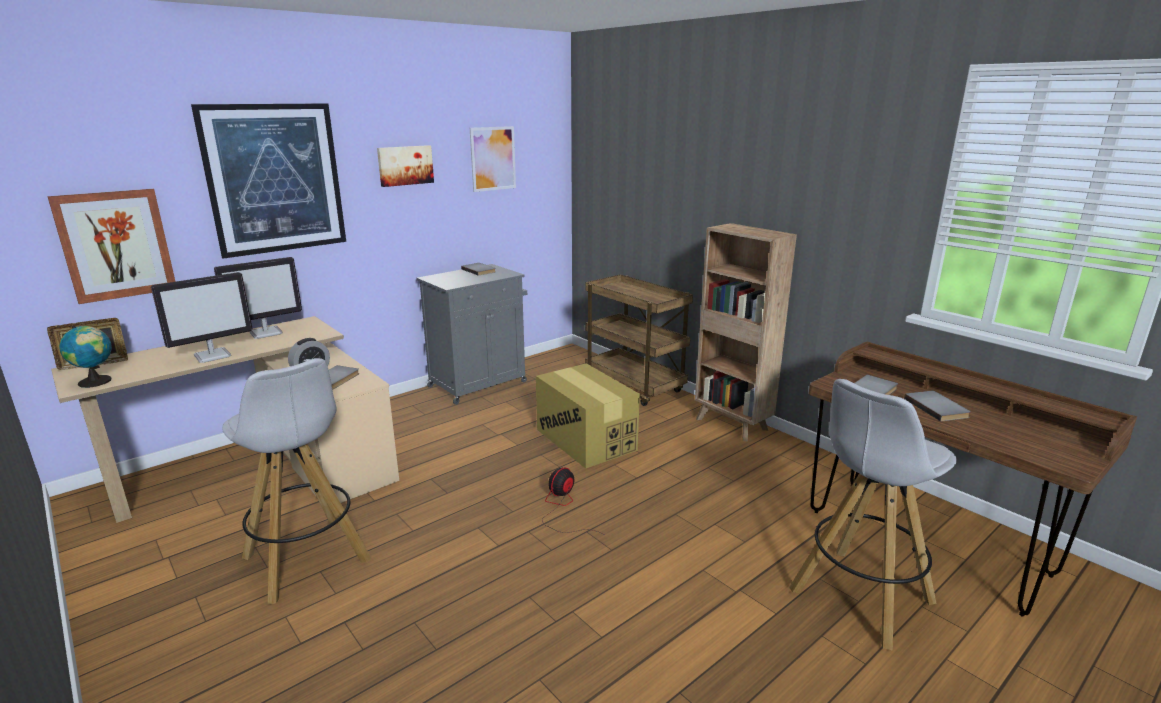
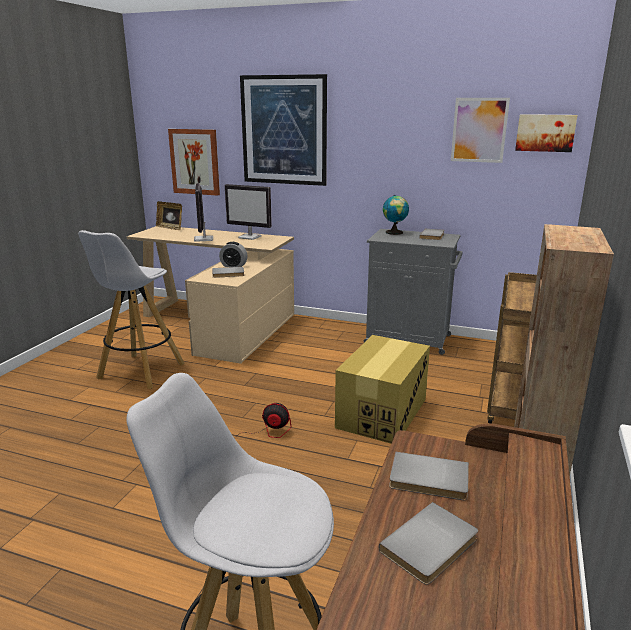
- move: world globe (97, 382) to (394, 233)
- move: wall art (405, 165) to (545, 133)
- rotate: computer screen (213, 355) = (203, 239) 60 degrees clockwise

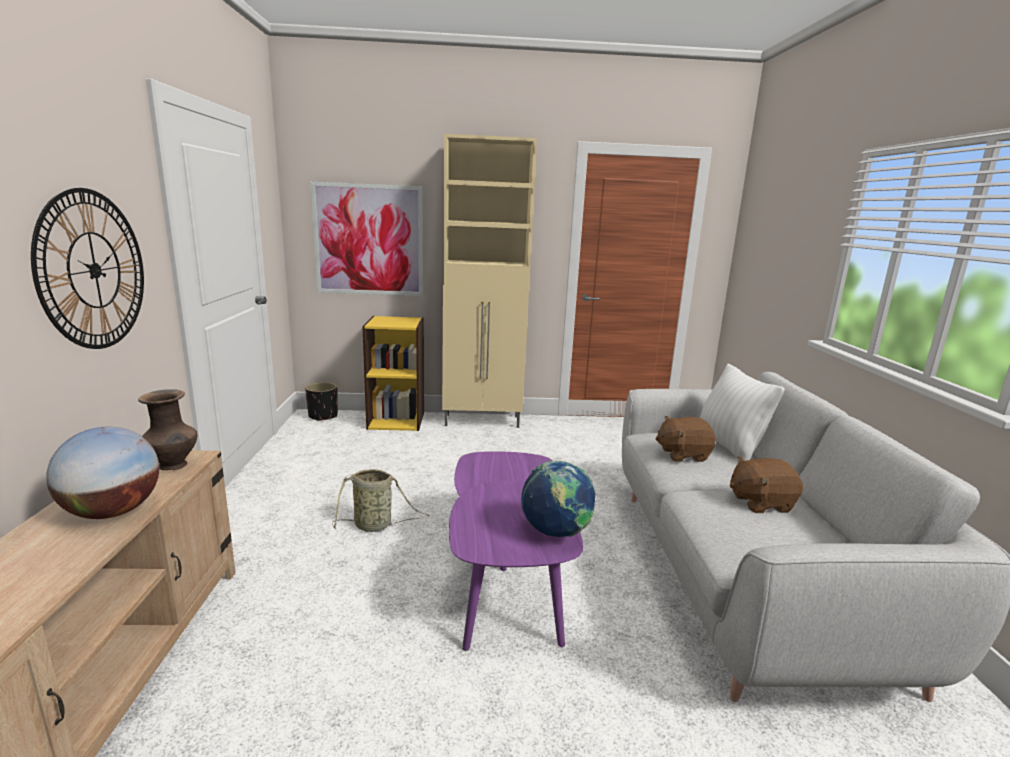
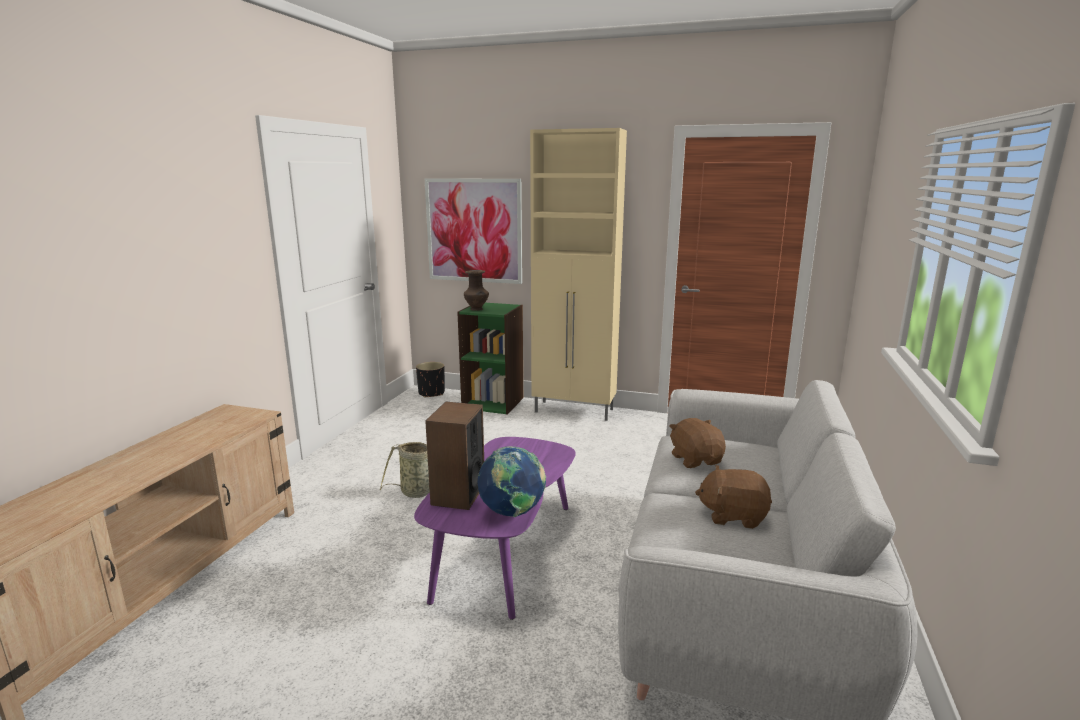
- delete: clock on the wall (94, 270)
- delete: world globe (113, 512)
- delete: pillow/white (728, 446)
- insert: audio speaker (458, 494)
- move: flower vase/brownish (174, 466) to (477, 309)
- recolor: bookshelf/yellowish (396, 420) to bookshelf/greenish (493, 403)
- rotate: plush toy/brownish (683, 454) = (696, 460) 60 degrees clockwise

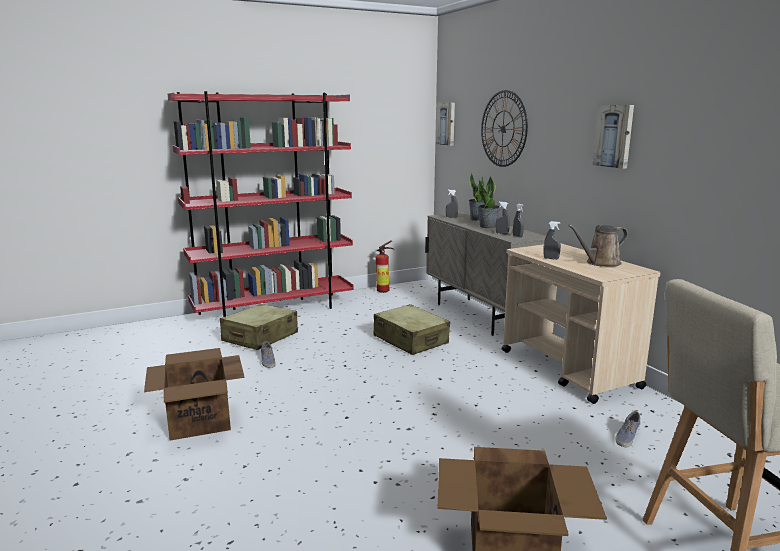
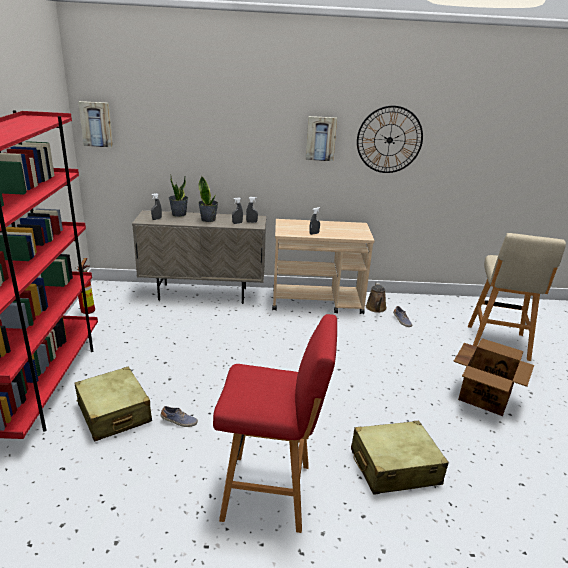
- move: suitcase/beige-coloured (410, 340) to (394, 467)
- move: clock on the wall (503, 129) to (389, 140)
- move: watering pot/brownish (600, 263) to (376, 308)
- replace: carton (199, 421) to stool/reddish (271, 492)

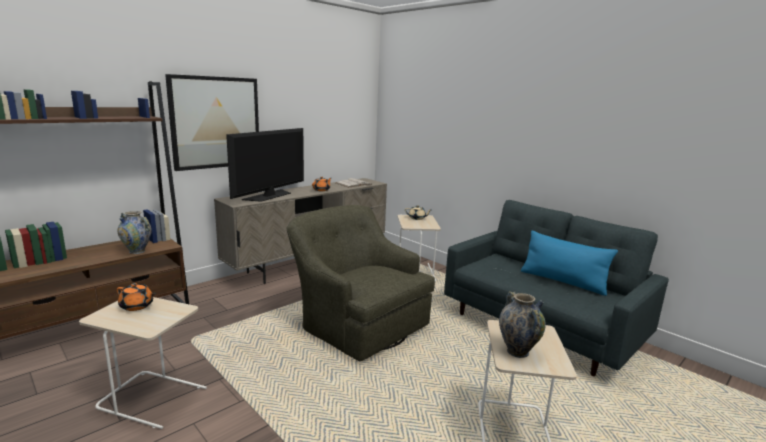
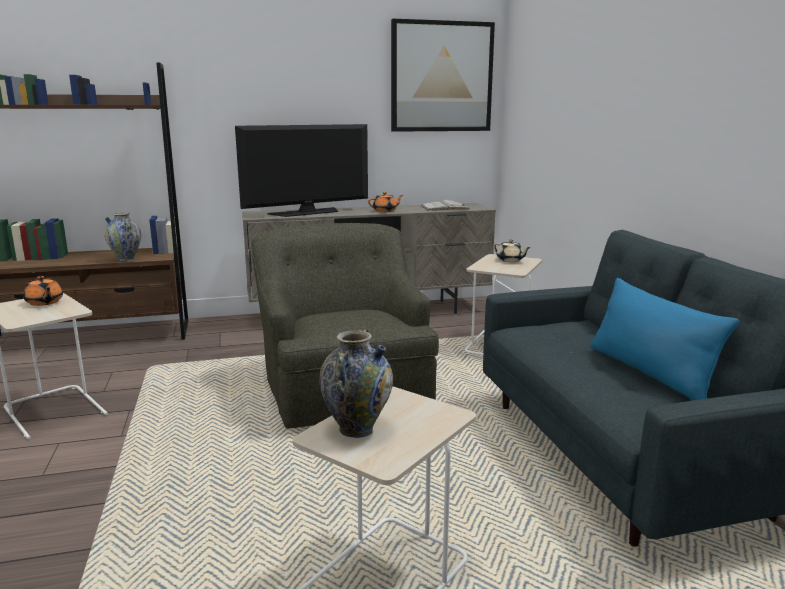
- move: wall art (215, 122) to (441, 77)

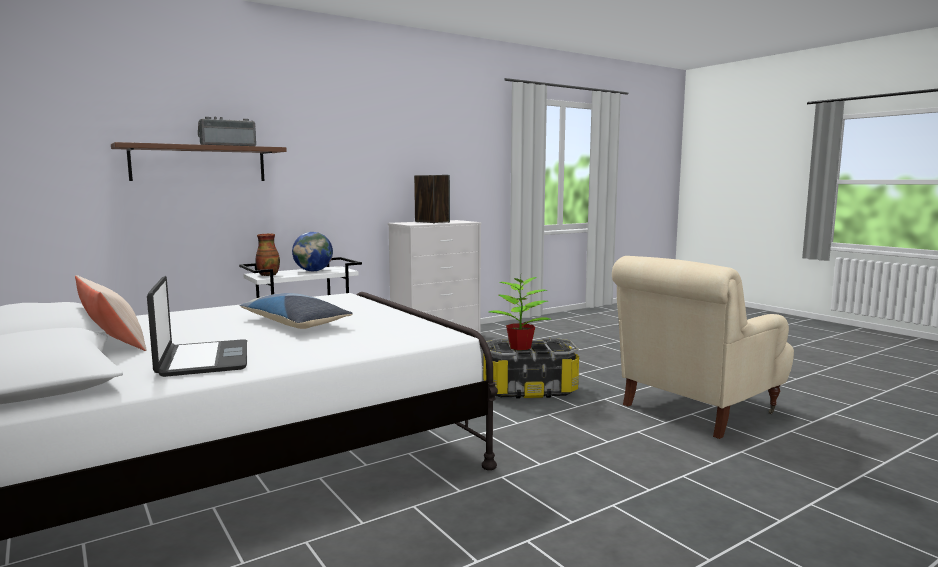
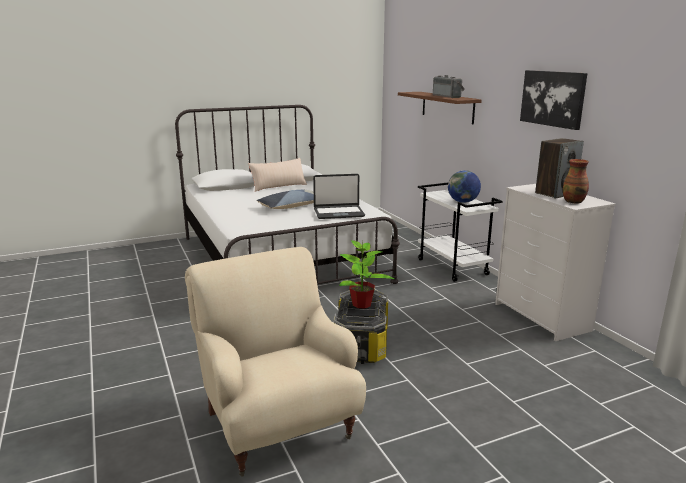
- insert: wall art (553, 98)
- move: portable computer (202, 360) to (338, 213)
- move: flower vase (268, 275) to (574, 202)

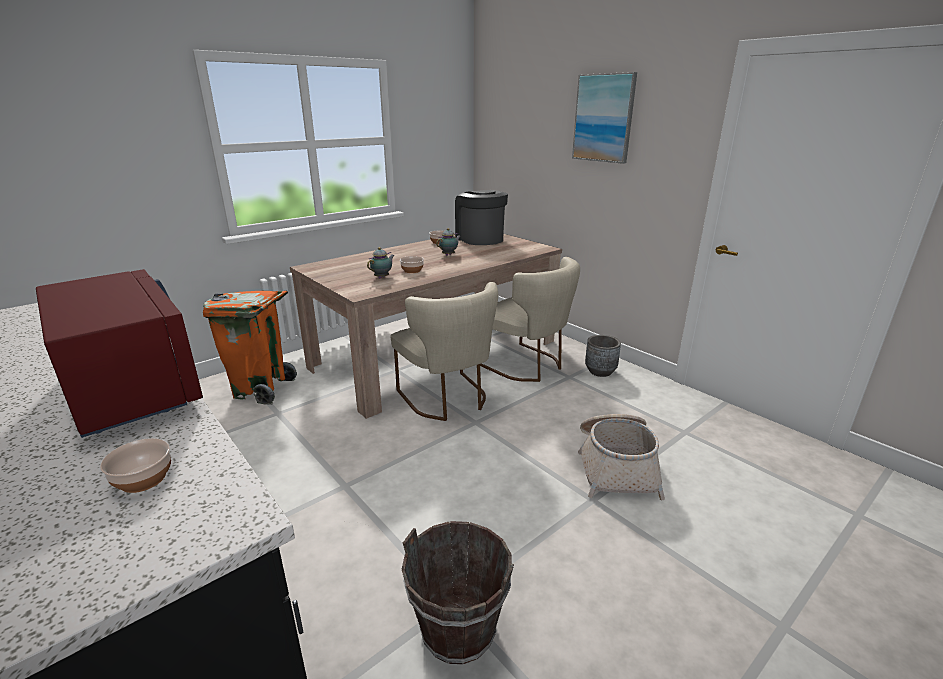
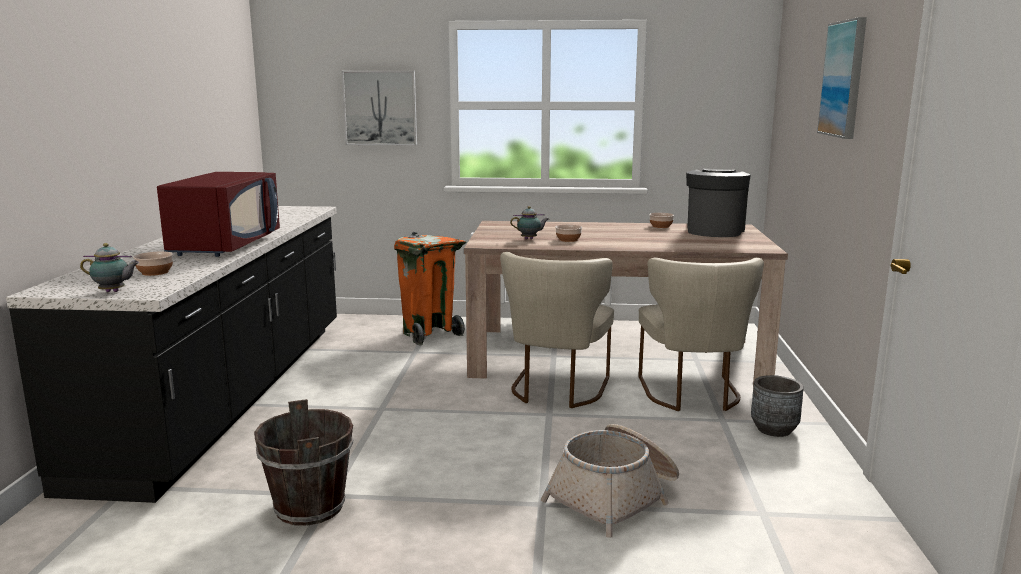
- insert: wall art (380, 108)
- move: teapot (449, 255) to (114, 292)

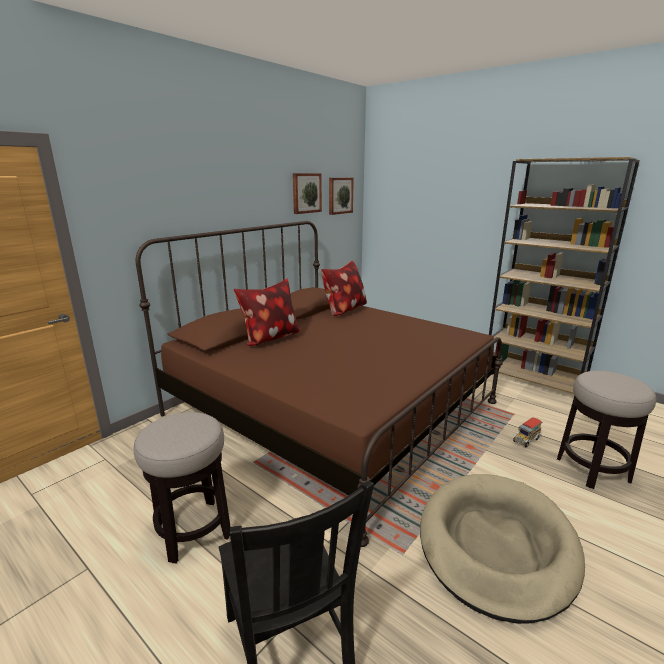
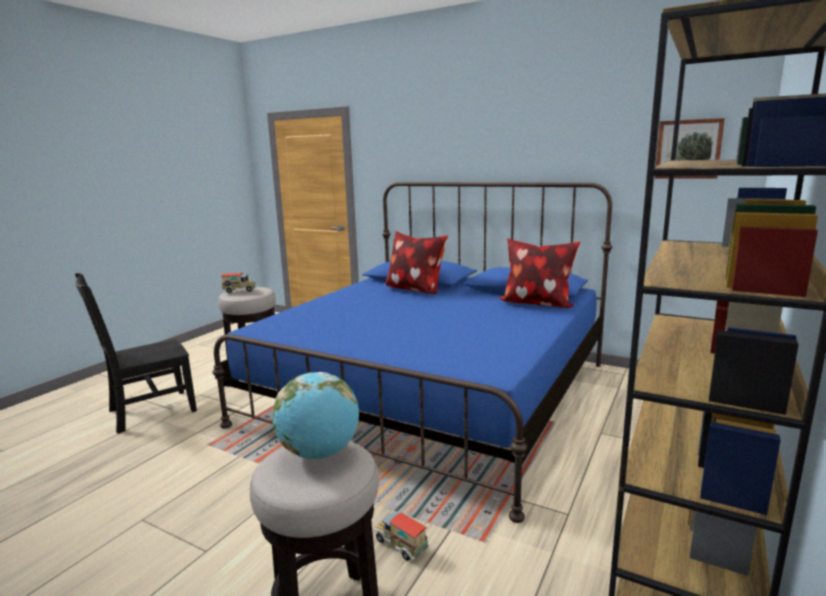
- delete: wall art (306, 193)
- delete: dog cushion/beige-coloured (496, 545)
- insert: toy lorry (239, 291)
- insert: world globe (320, 453)
- recolor: bedroom bed/brownish (331, 408) to bedroom bed/bluish (431, 393)

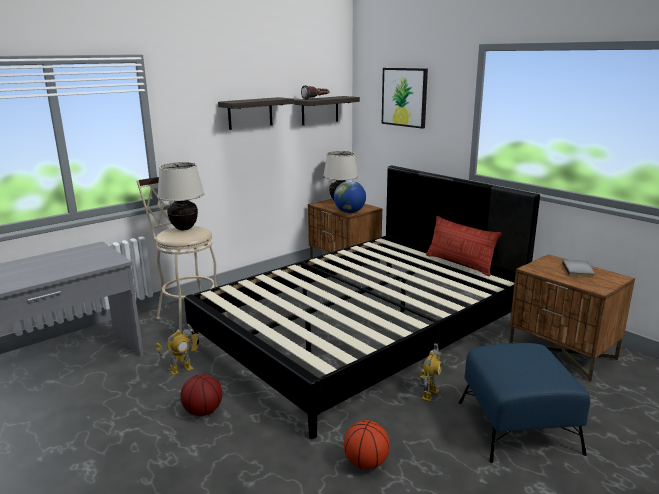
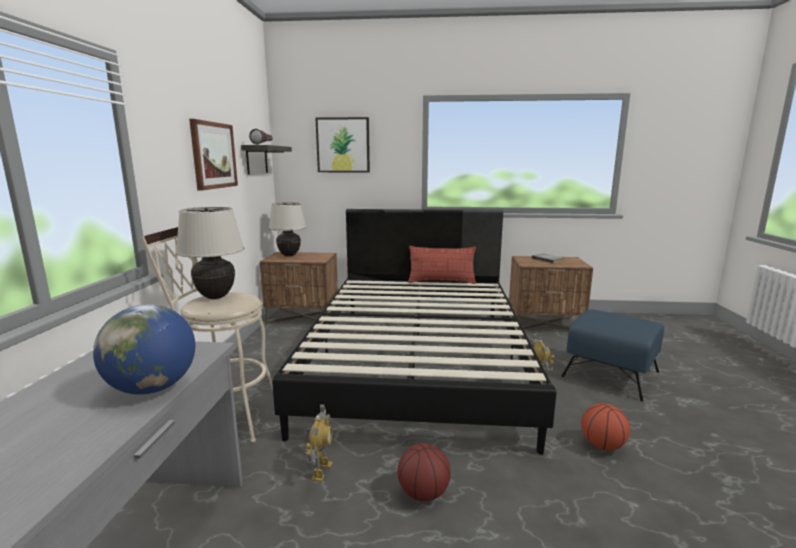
- move: world globe (349, 212) to (153, 388)
- replace: wall shelf (250, 113) to wall art (213, 155)

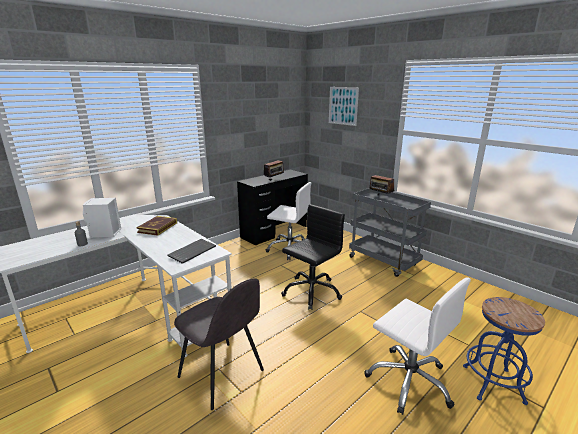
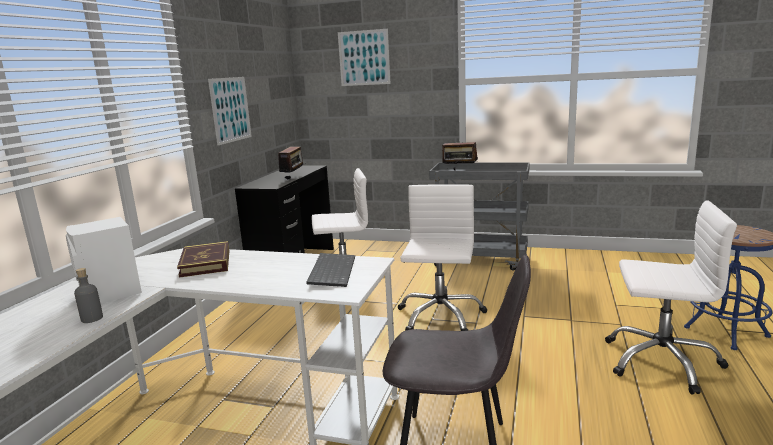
- insert: wall art (230, 109)
- recolor: office chair/black (311, 292) to office chair/white (440, 316)

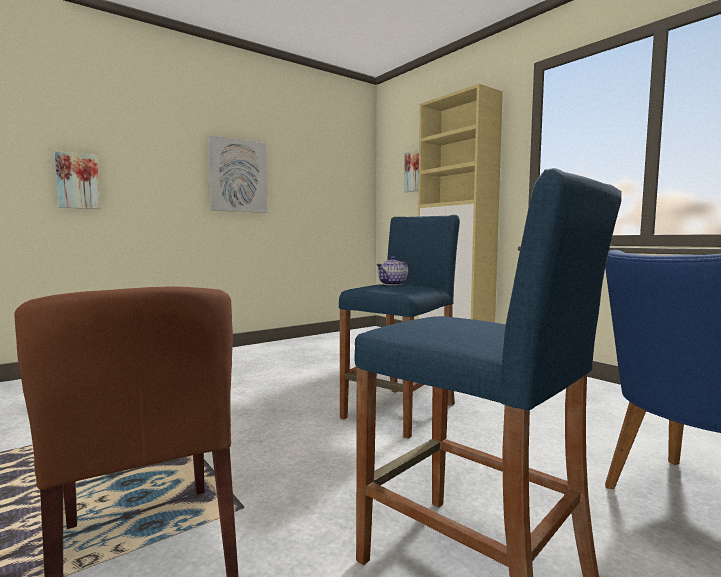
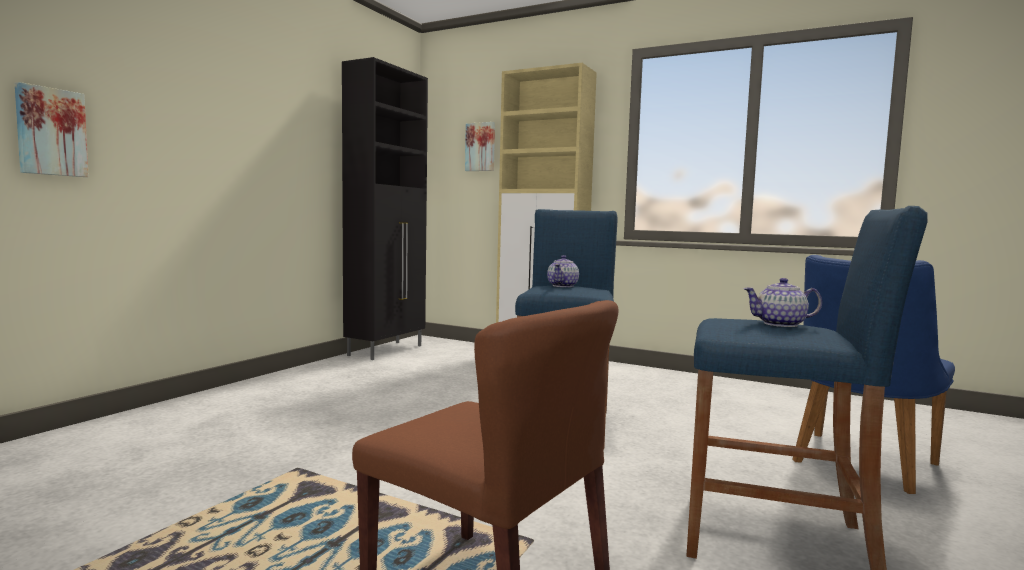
- delete: wall art (238, 176)
- insert: storage cabinet/black (387, 350)
- insert: teapot (781, 324)

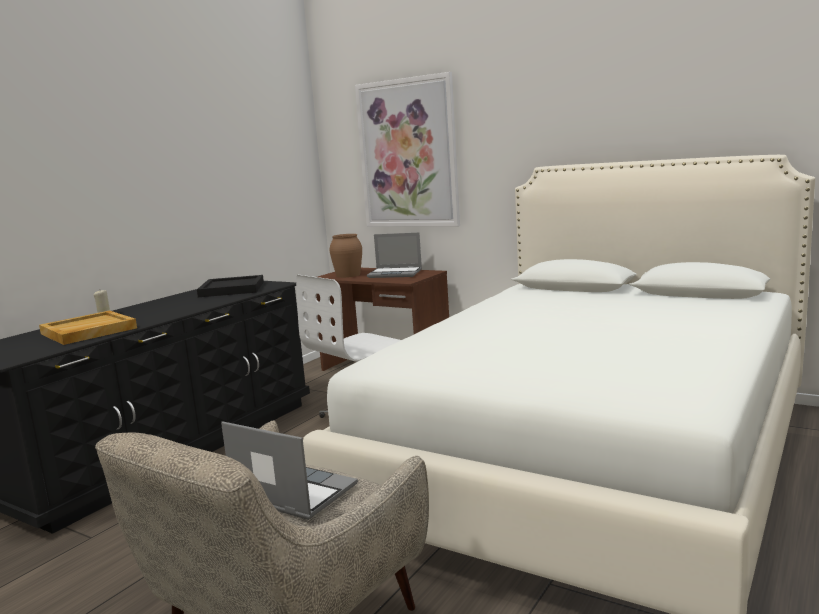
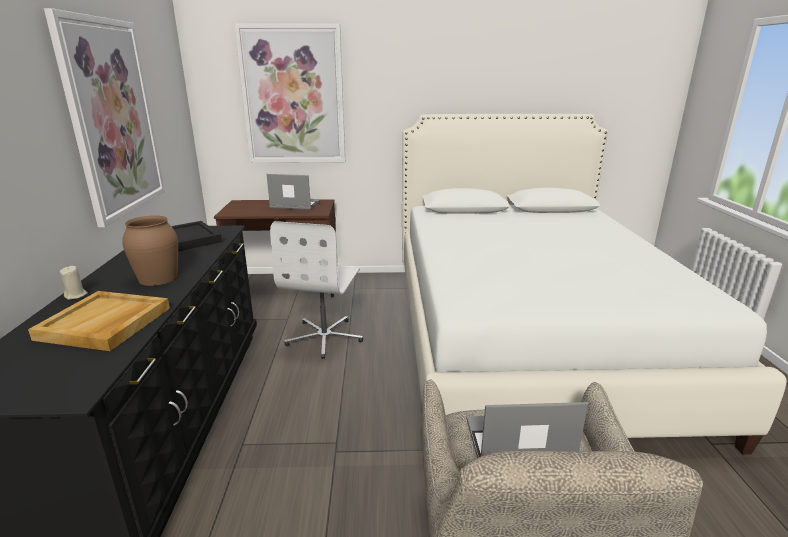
- insert: wall art (112, 118)
- move: flower vase/brownish (348, 275) to (158, 278)
- rotate: portable computer (396, 274) = (294, 205) 150 degrees counterclockwise

